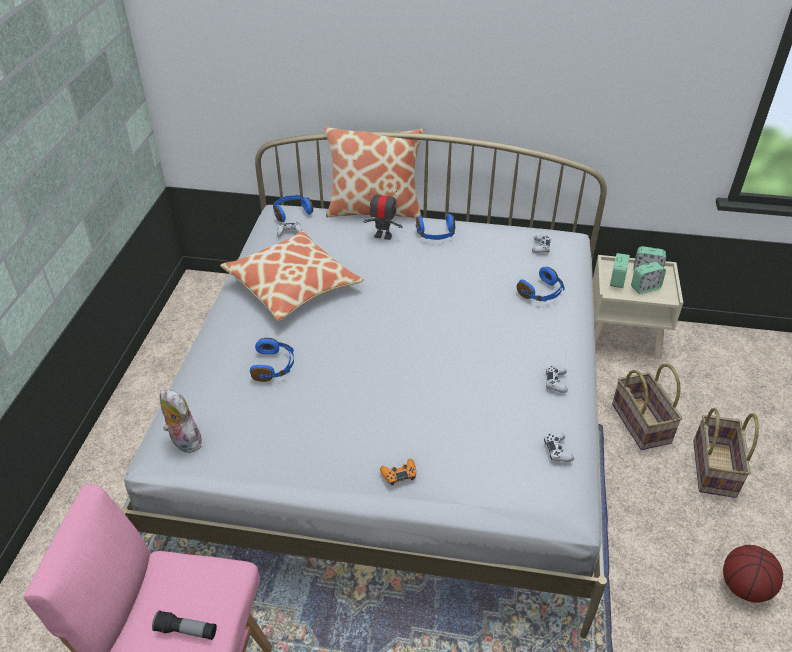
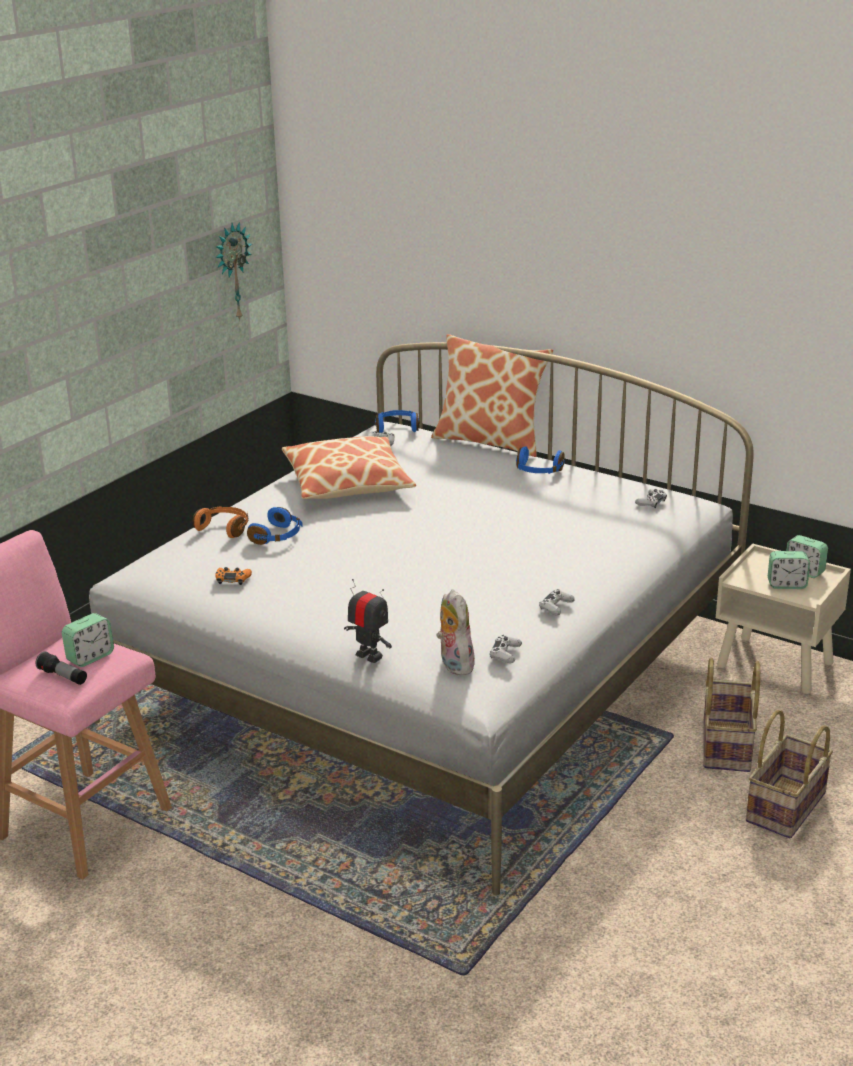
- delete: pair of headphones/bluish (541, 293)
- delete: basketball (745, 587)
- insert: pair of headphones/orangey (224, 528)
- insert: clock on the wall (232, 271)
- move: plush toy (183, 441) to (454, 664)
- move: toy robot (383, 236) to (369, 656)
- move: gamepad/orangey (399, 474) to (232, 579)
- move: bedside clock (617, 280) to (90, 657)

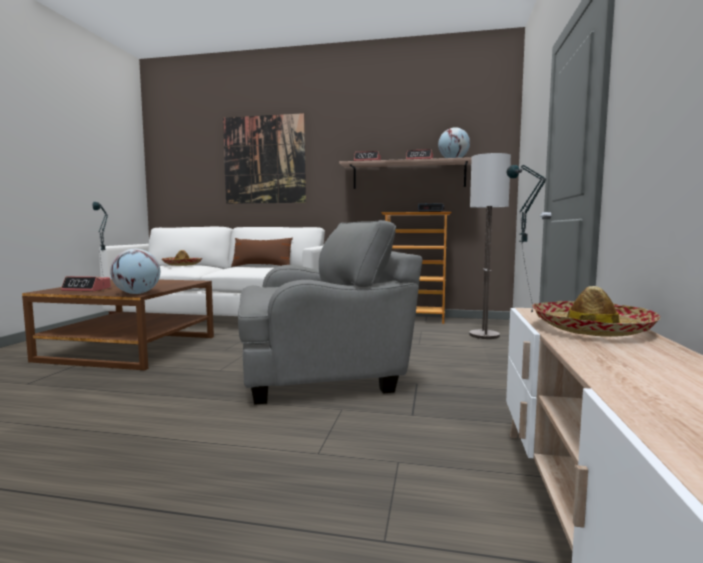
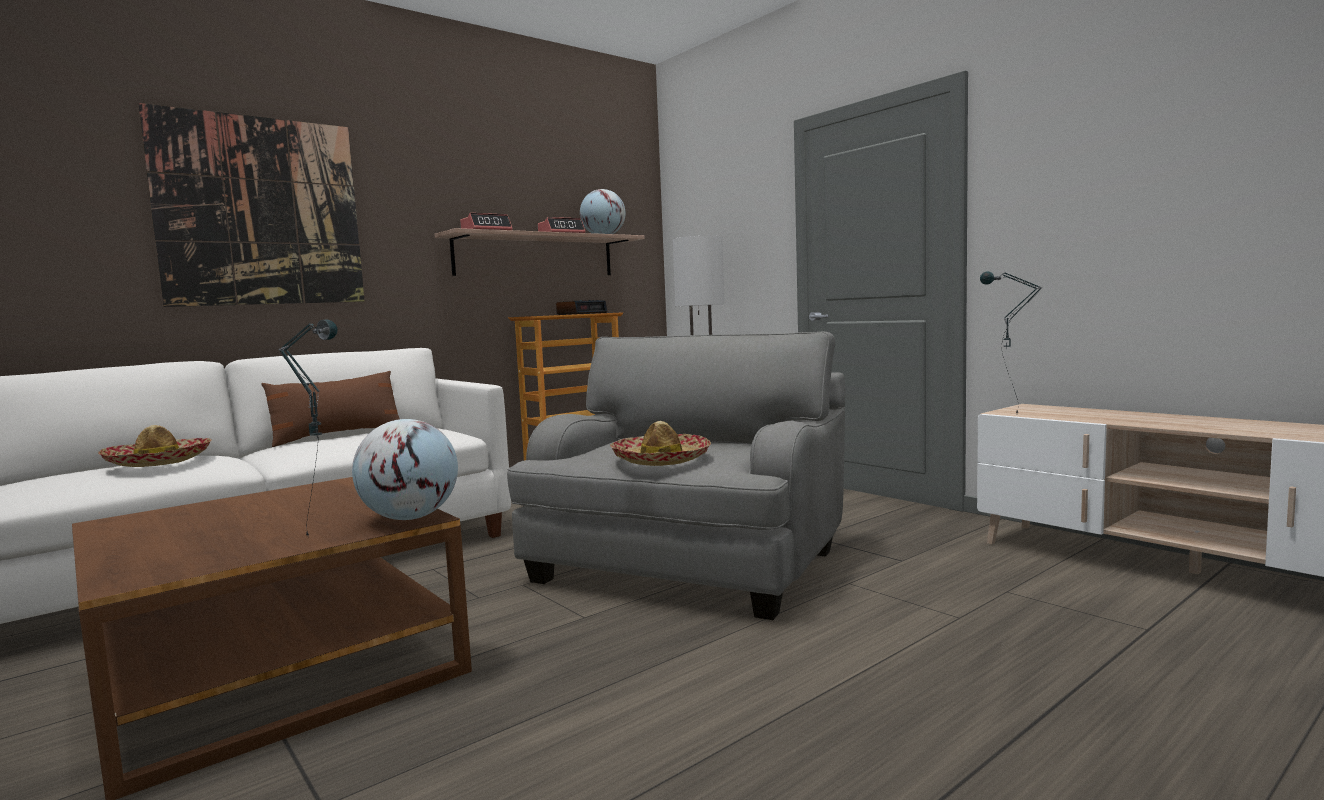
- delete: bedside clock (87, 289)
- move: clothing hat (590, 329) to (660, 460)

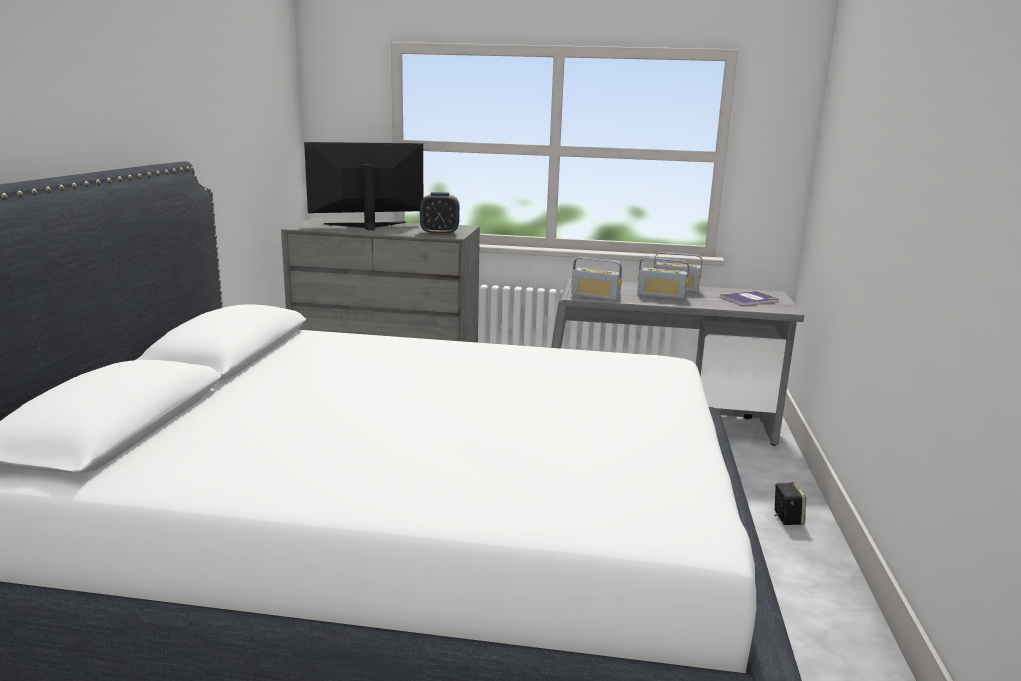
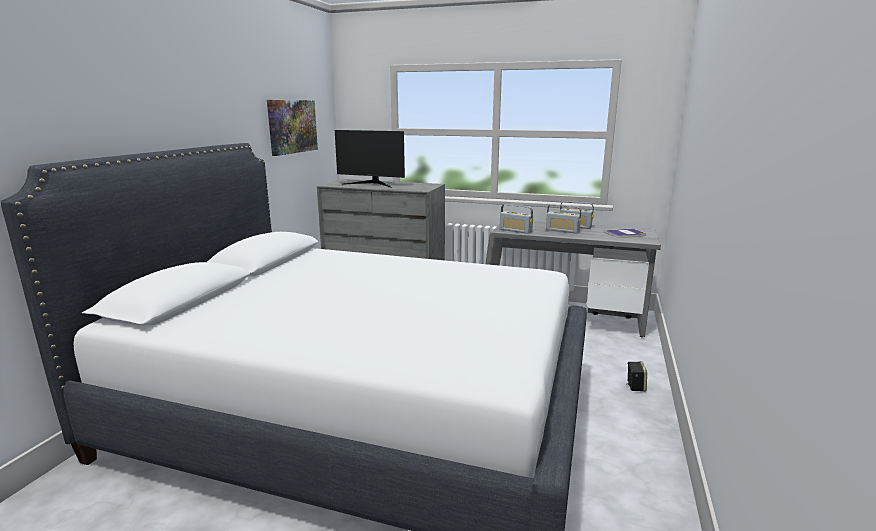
- delete: bedside clock (439, 233)
- insert: wall art (292, 126)
- rotate: computer screen (367, 226) = (372, 184) 150 degrees counterclockwise

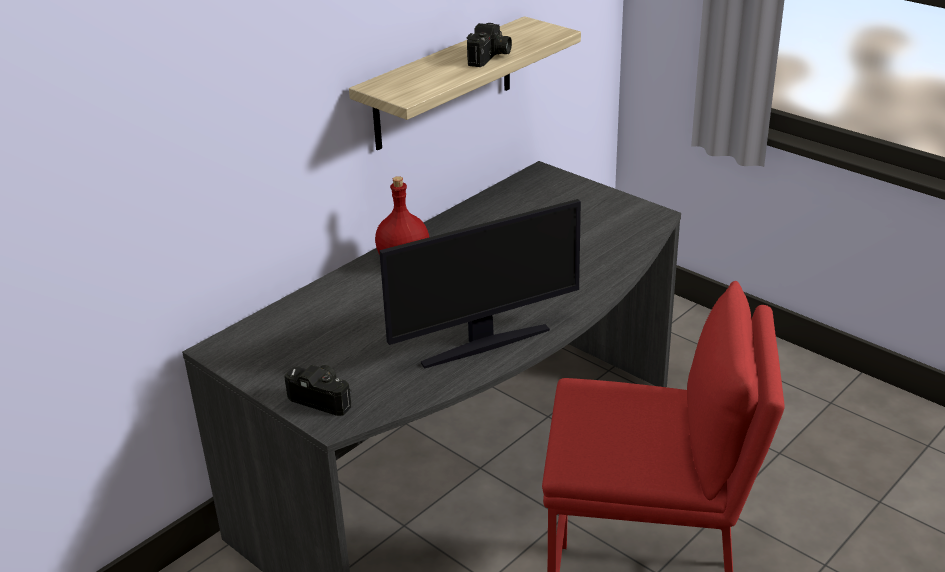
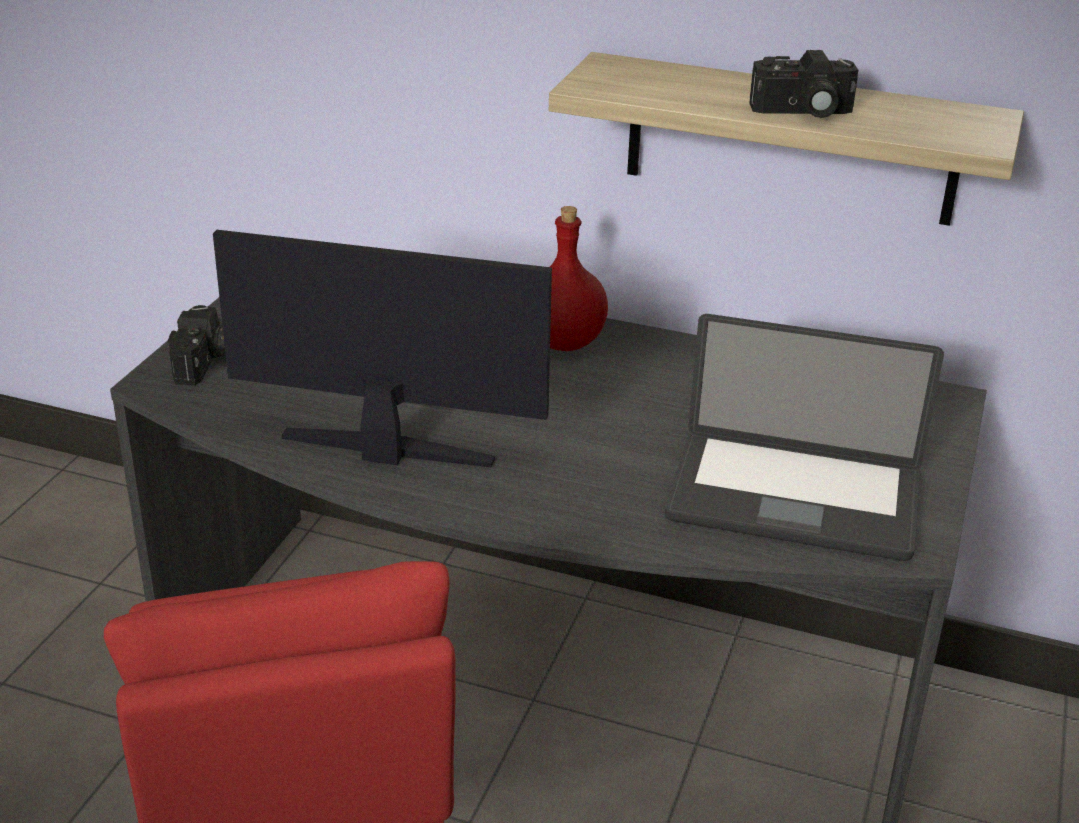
- insert: portable computer (793, 500)
- rotate: computer screen (484, 344) = (385, 453) 150 degrees clockwise

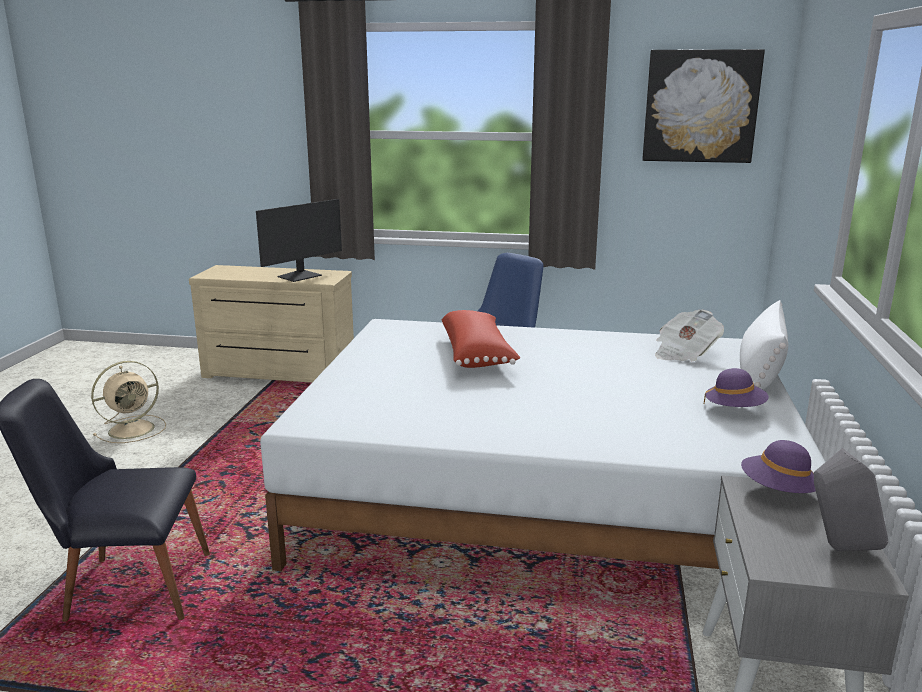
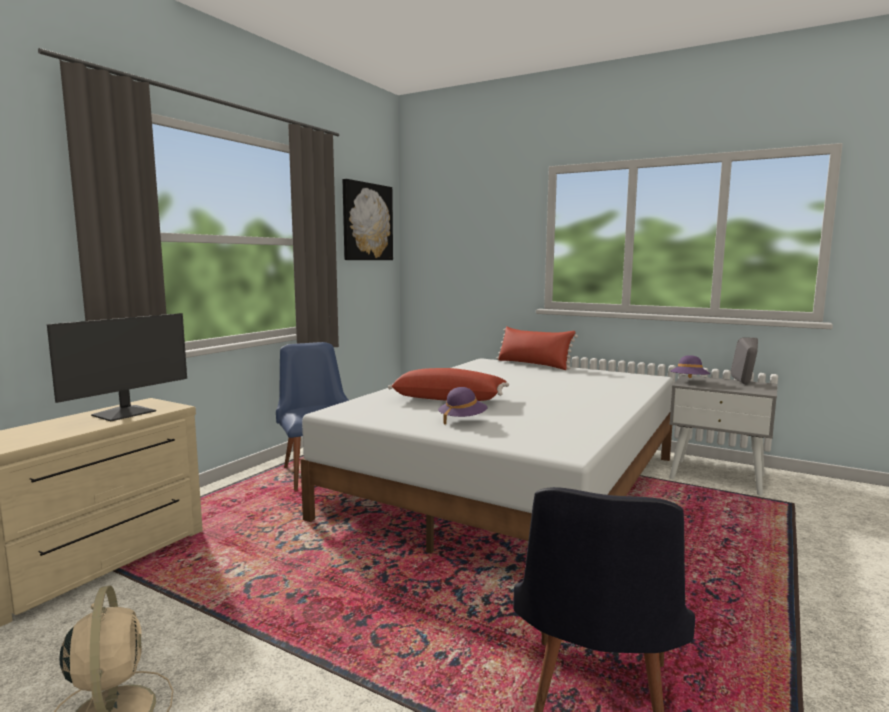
- delete: daily paper (684, 353)
- move: clothing hat/purplish (734, 409) to (462, 420)
- recolor: pillow/white (759, 372) to pillow/reddish (533, 364)
- rotate: computer screen (300, 276) = (125, 413) 60 degrees clockwise

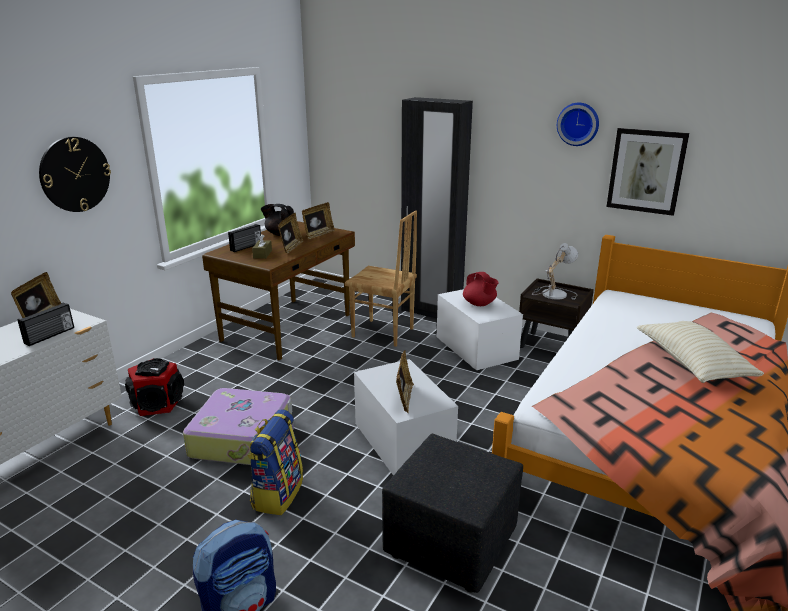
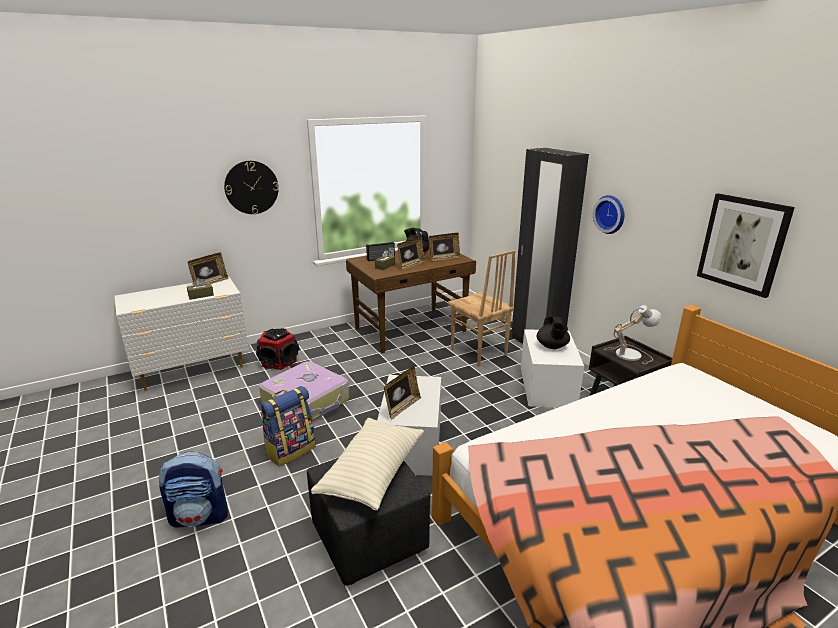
- move: clock on the wall (578, 124) to (611, 214)
- move: pillow/beige-coloured (692, 364) to (372, 473)
- replace: radio (50, 336) to box of tissues/brownish (201, 295)
- recolor: teapot/reddish (479, 304) to teapot/black (552, 346)

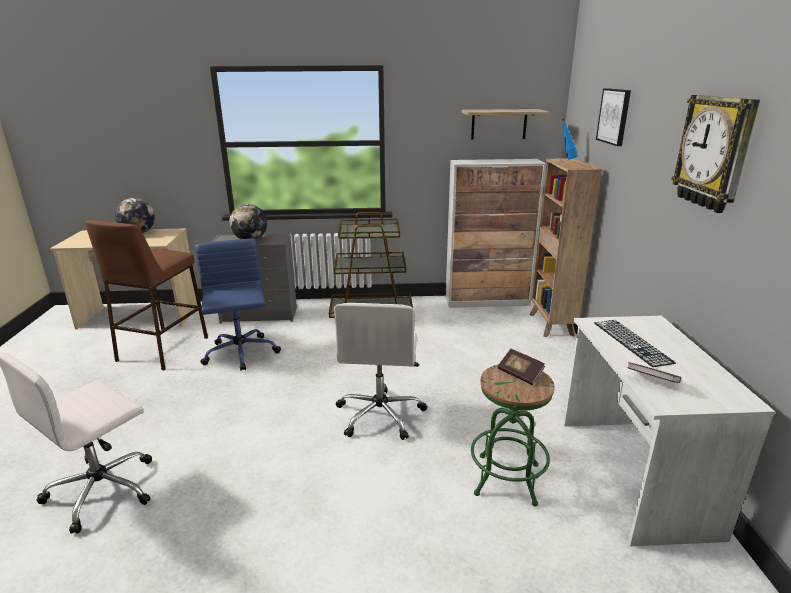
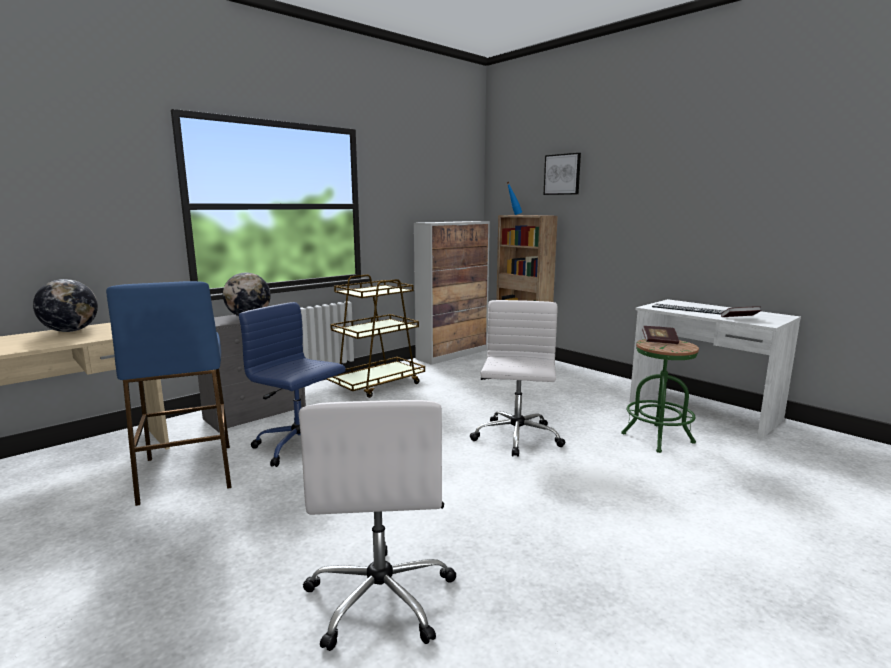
- delete: wall shelf (499, 124)
- delete: clock on the wall (715, 152)
- recolor: stool/brownish (162, 349) to stool/bluish (187, 473)
- rotate: office chair/white (380, 414) = (516, 438) 135 degrees counterclockwise

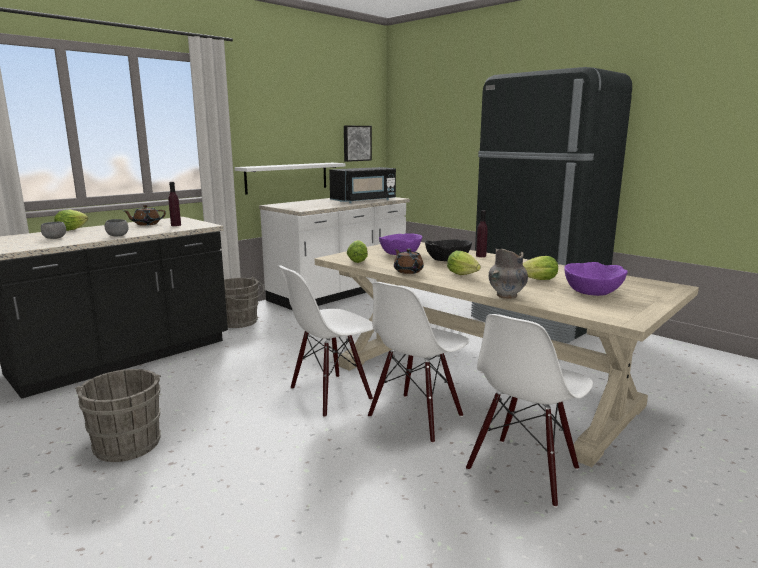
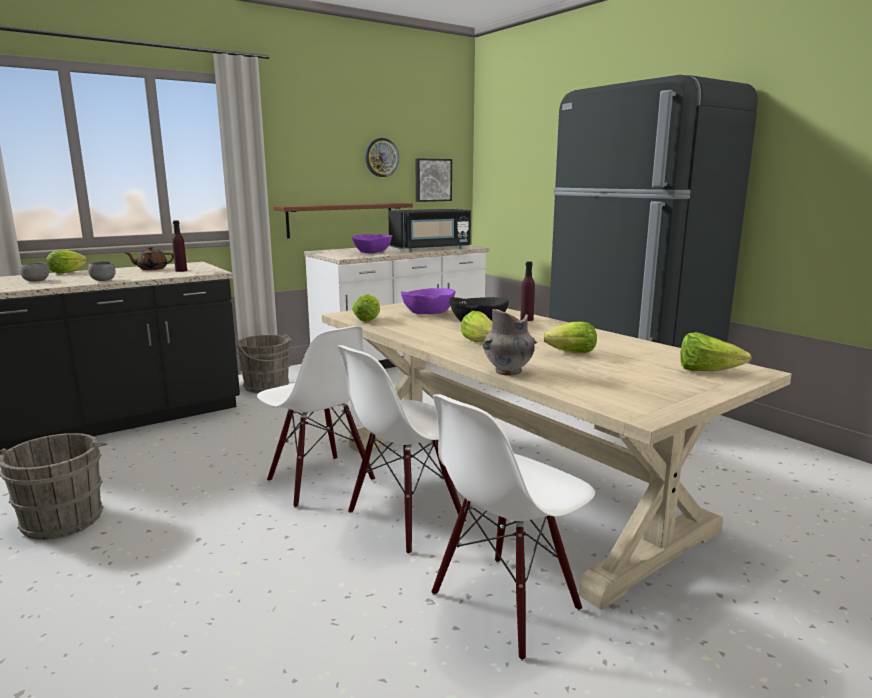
- delete: teapot/brownish (408, 271)
- insert: clock on the wall (381, 157)
- insert: head of lettuce (706, 371)
- move: deep dish/purplish (592, 292) to (372, 252)
- recolor: wall shelf/white (287, 177) to wall shelf/brownish (341, 219)
- rotate: plain chair/white (330, 394) = (319, 481) 105 degrees counterclockwise

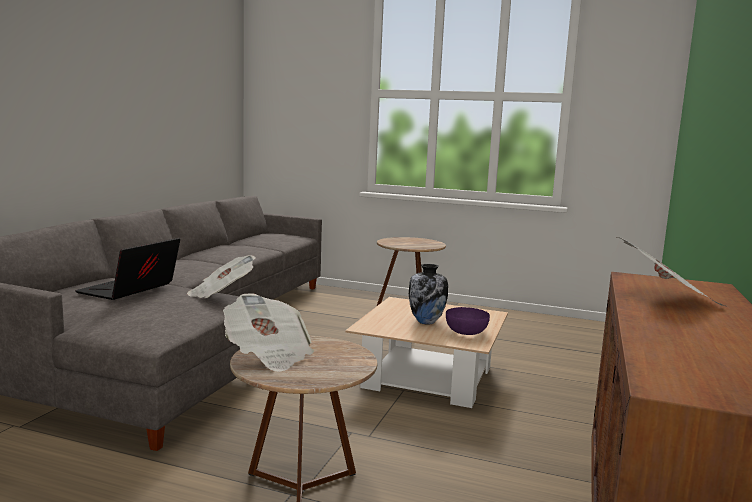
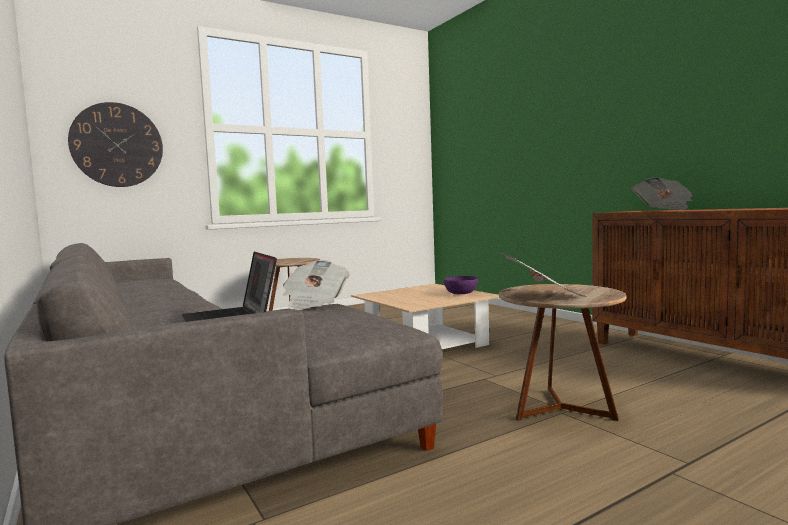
- delete: flower vase (426, 322)
- insert: clock on the wall (117, 145)

